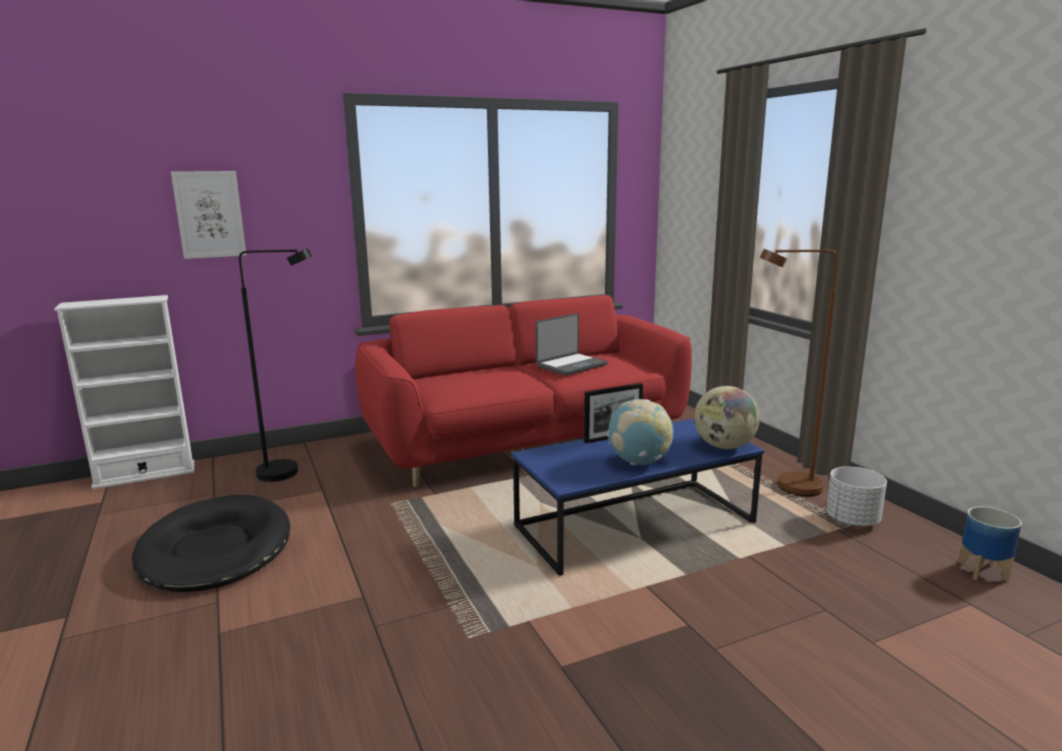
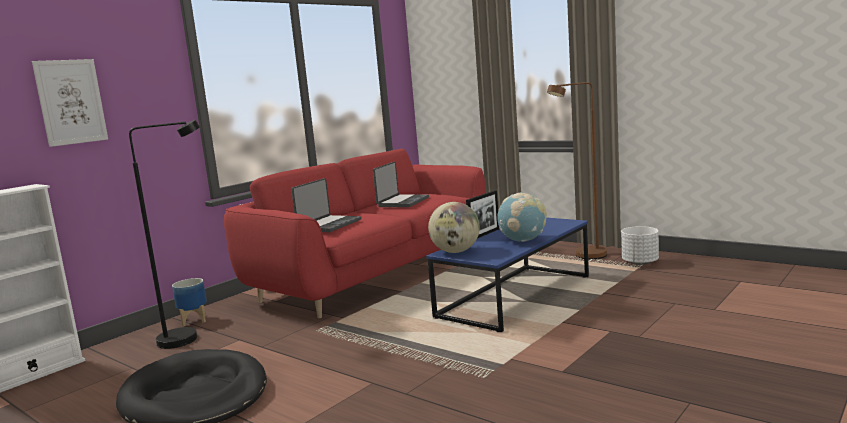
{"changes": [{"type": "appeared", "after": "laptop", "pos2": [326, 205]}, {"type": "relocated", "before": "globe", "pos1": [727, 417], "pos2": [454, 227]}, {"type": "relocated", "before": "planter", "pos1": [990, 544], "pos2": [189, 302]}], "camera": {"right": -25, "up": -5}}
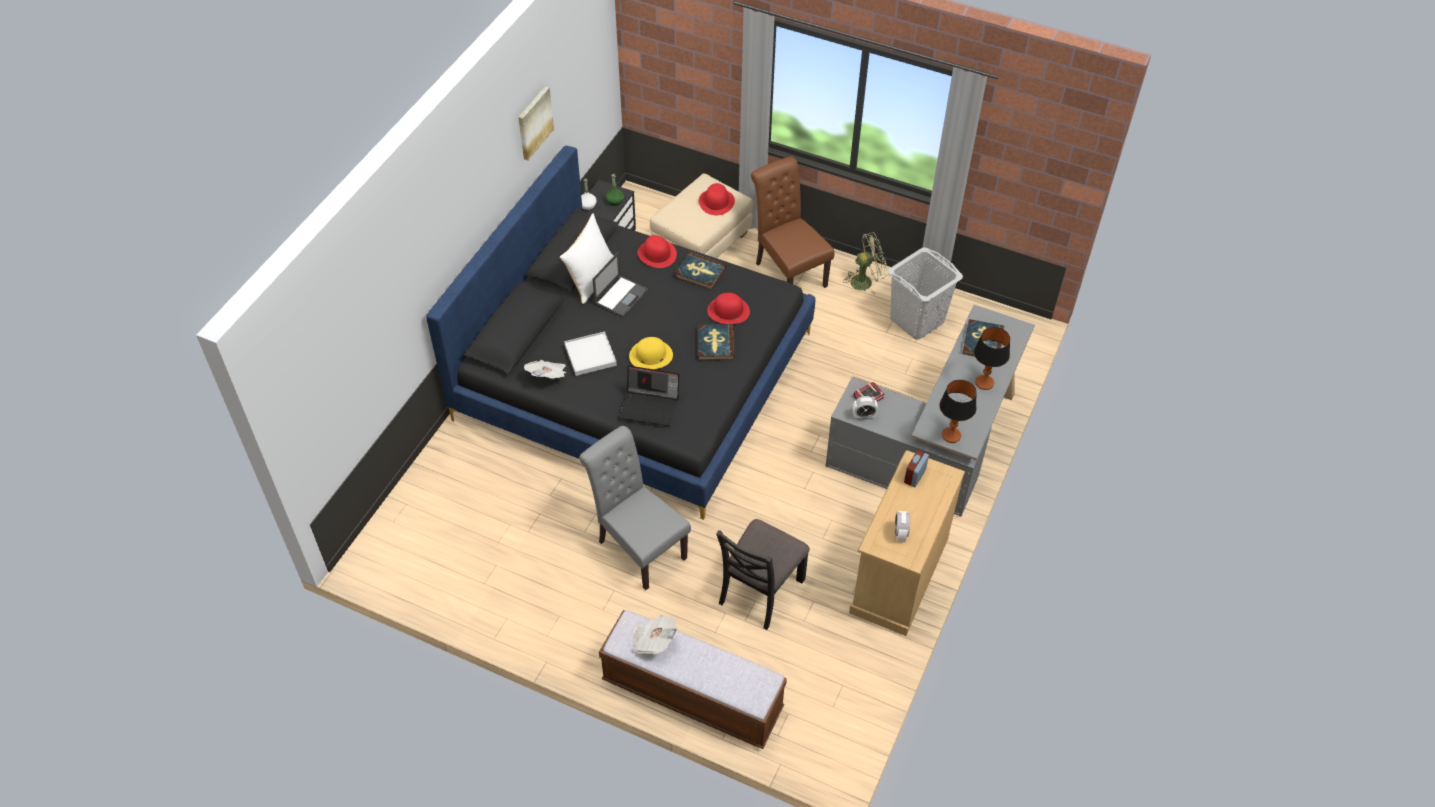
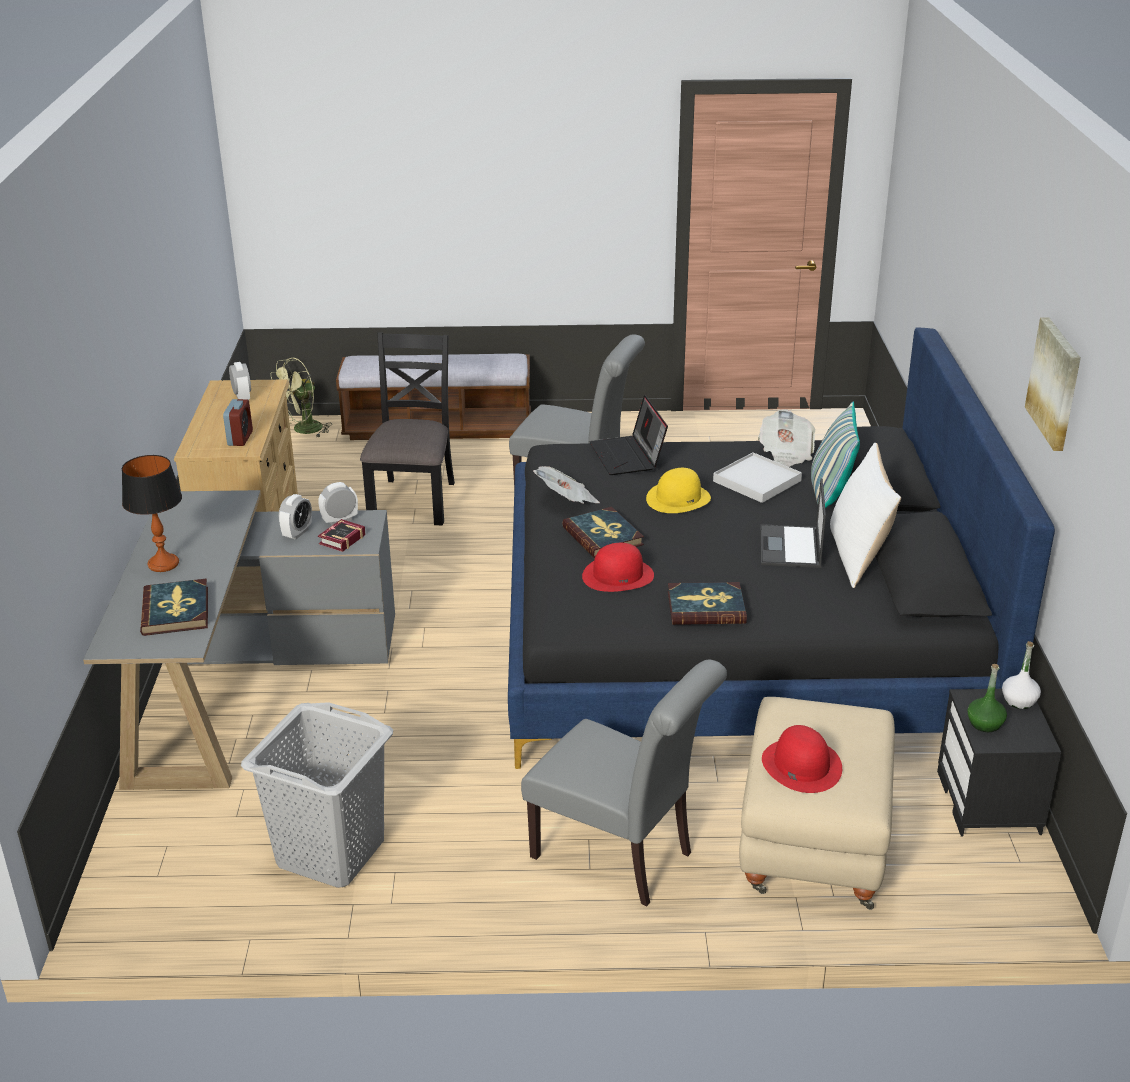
{"changes": [{"type": "missing", "before": "hat/red", "pos1": [657, 251]}, {"type": "missing", "before": "table lamp", "pos1": [958, 411]}, {"type": "appeared", "after": "alarm clock", "pos2": [295, 517]}, {"type": "appeared", "after": "pillow", "pos2": [835, 455]}, {"type": "relocated", "before": "newspaper", "pos1": [655, 634], "pos2": [566, 485]}, {"type": "relocated", "before": "fan/green", "pos1": [865, 263], "pos2": [301, 397]}, {"type": "colour", "before": "chair/brown", "after": "chair/grey", "pos1": [793, 222], "pos2": [624, 783]}, {"type": "spun", "before": "laptop", "pos1": [649, 396], "pos2": [629, 435], "turn": -90}], "camera": {"right": 155, "up": -20}}
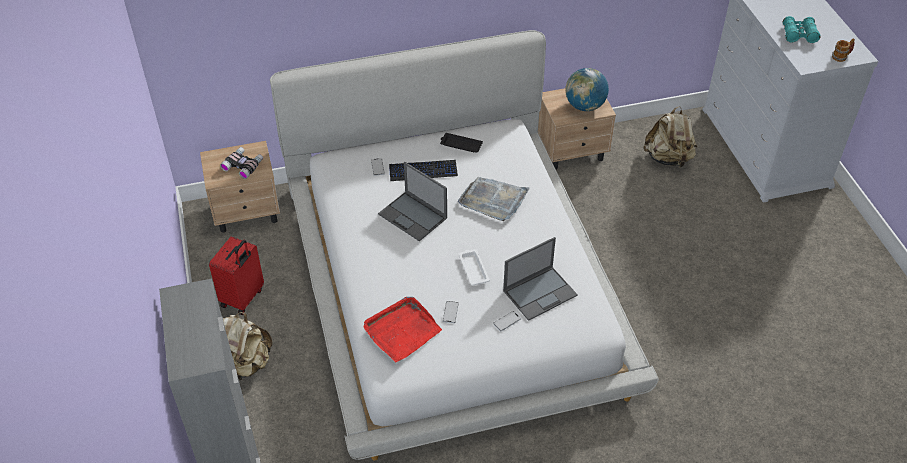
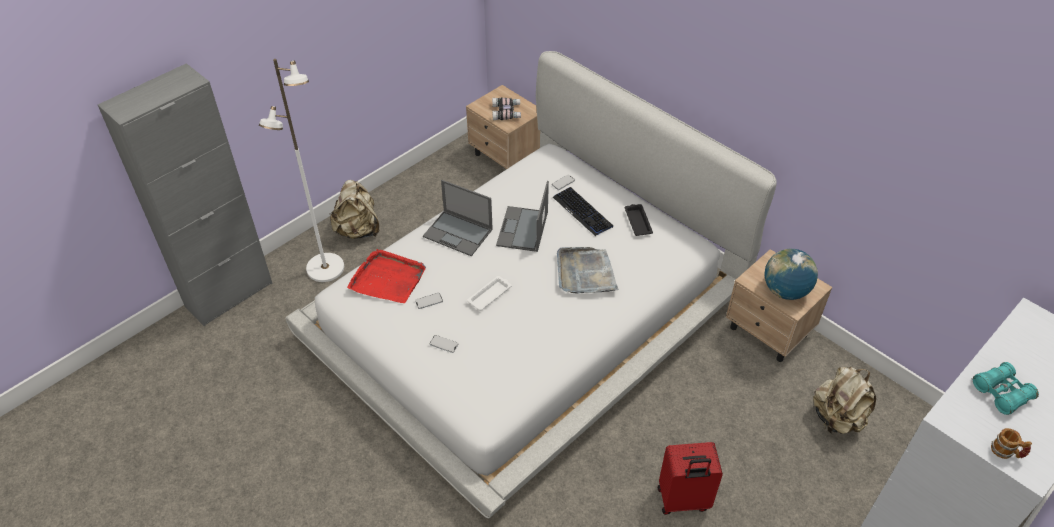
{"changes": [{"type": "appeared", "after": "floor lamp/white", "pos2": [301, 170]}, {"type": "relocated", "before": "suitcase/red", "pos1": [236, 275], "pos2": [690, 478]}, {"type": "relocated", "before": "laptop", "pos1": [540, 279], "pos2": [458, 218]}], "camera": {"right": 60, "up": 0}}
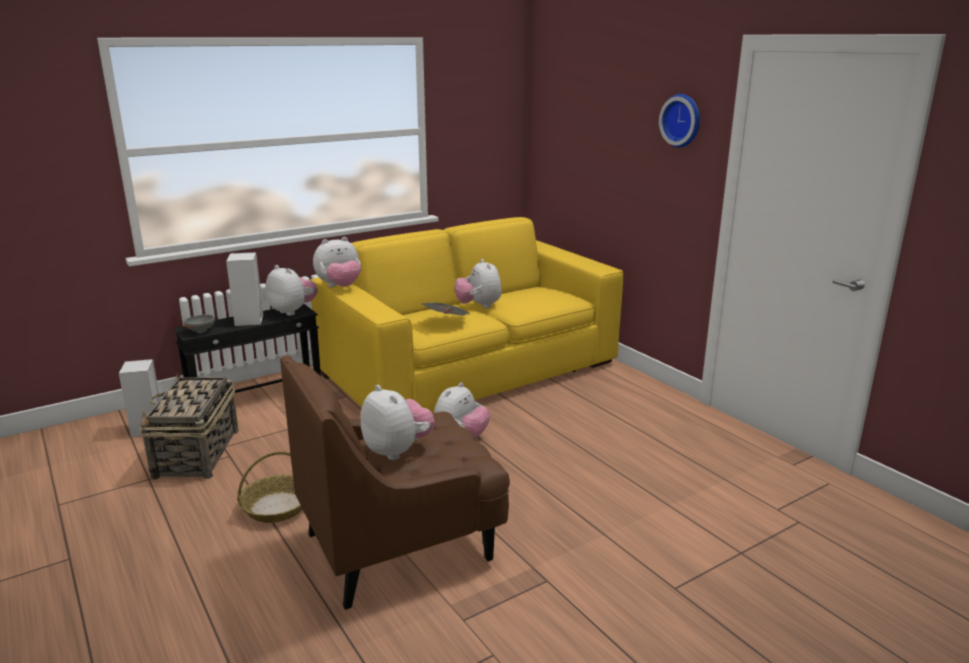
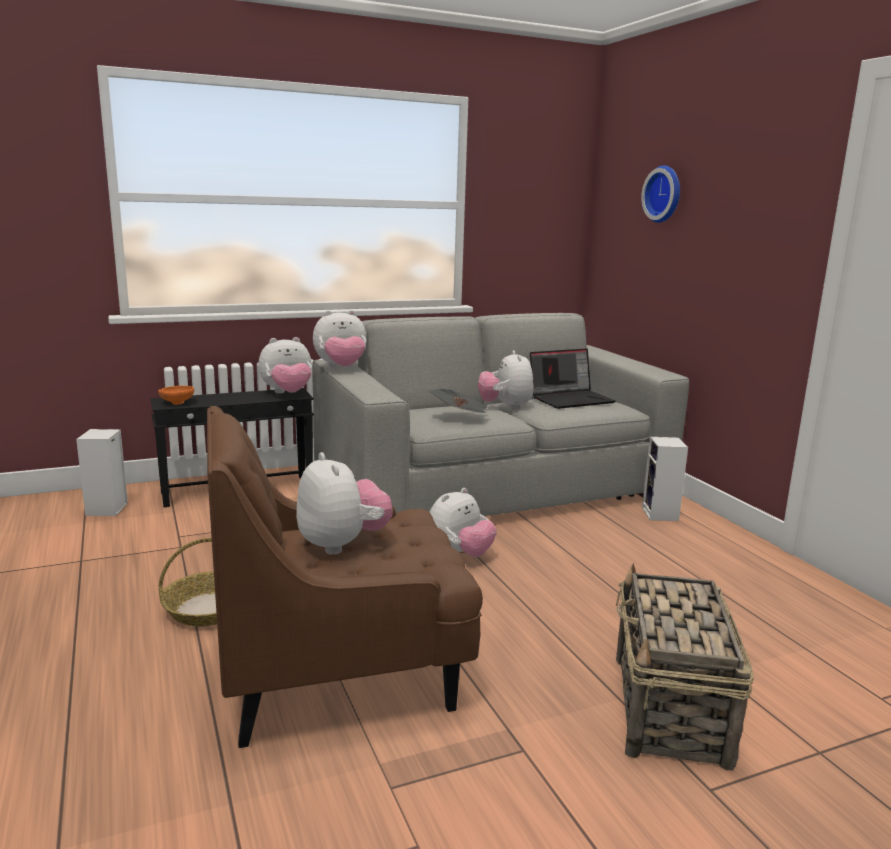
{"changes": [{"type": "appeared", "after": "laptop", "pos2": [572, 378]}, {"type": "relocated", "before": "basket", "pos1": [189, 426], "pos2": [685, 667]}, {"type": "relocated", "before": "speaker", "pos1": [244, 289], "pos2": [665, 479]}, {"type": "relocated", "before": "wall clock", "pos1": [679, 121], "pos2": [660, 194]}, {"type": "colour", "before": "bowl/grey", "after": "bowl/orange", "pos1": [199, 324], "pos2": [176, 395]}, {"type": "colour", "before": "sofa/yellow", "after": "sofa/grey", "pos1": [466, 314], "pos2": [500, 414]}, {"type": "spun", "before": "plush toy", "pos1": [292, 290], "pos2": [285, 365], "turn": 105}], "camera": {"right": 10, "up": -5}}
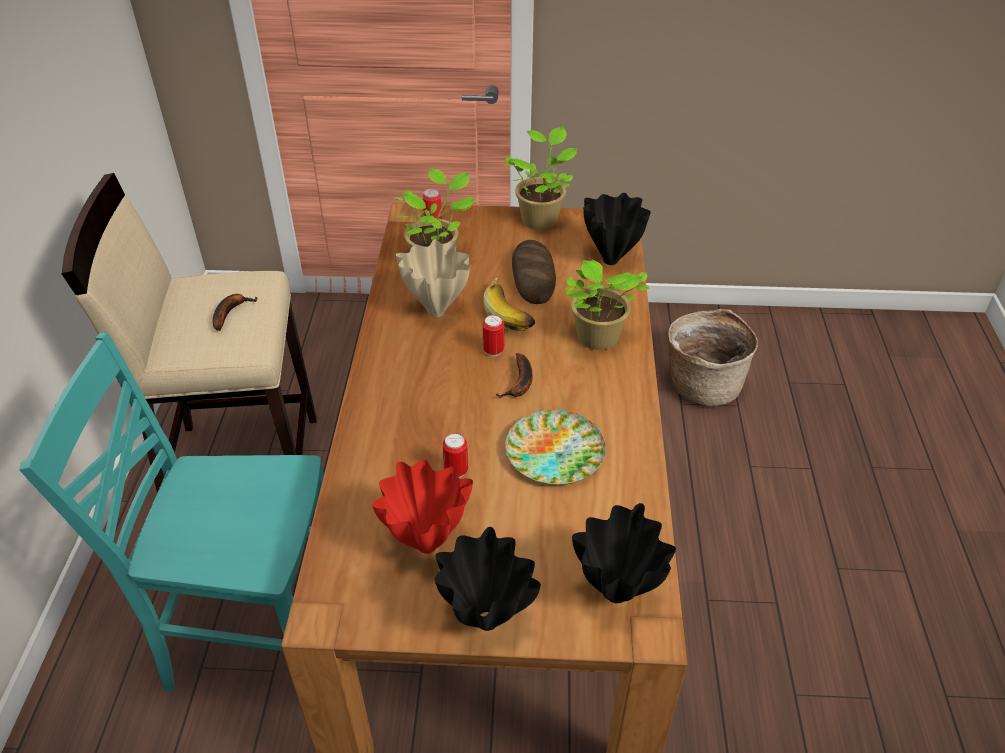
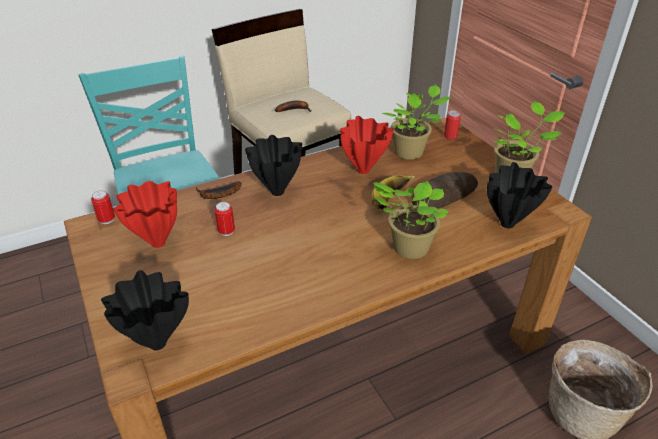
{"changes": [{"type": "missing", "before": "plate", "pos1": [555, 447]}, {"type": "relocated", "before": "vase/black", "pos1": [487, 579], "pos2": [273, 165]}, {"type": "relocated", "before": "can", "pos1": [493, 335], "pos2": [103, 207]}, {"type": "relocated", "before": "banana", "pos1": [514, 375], "pos2": [219, 190]}, {"type": "colour", "before": "vase/beige", "after": "vase/red", "pos1": [433, 278], "pos2": [367, 145]}], "camera": {"right": 60, "up": -5}}
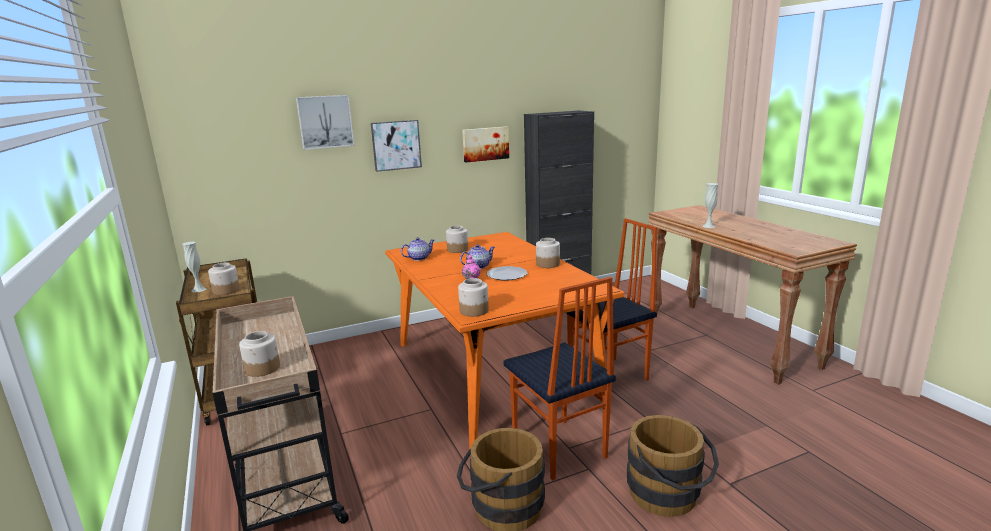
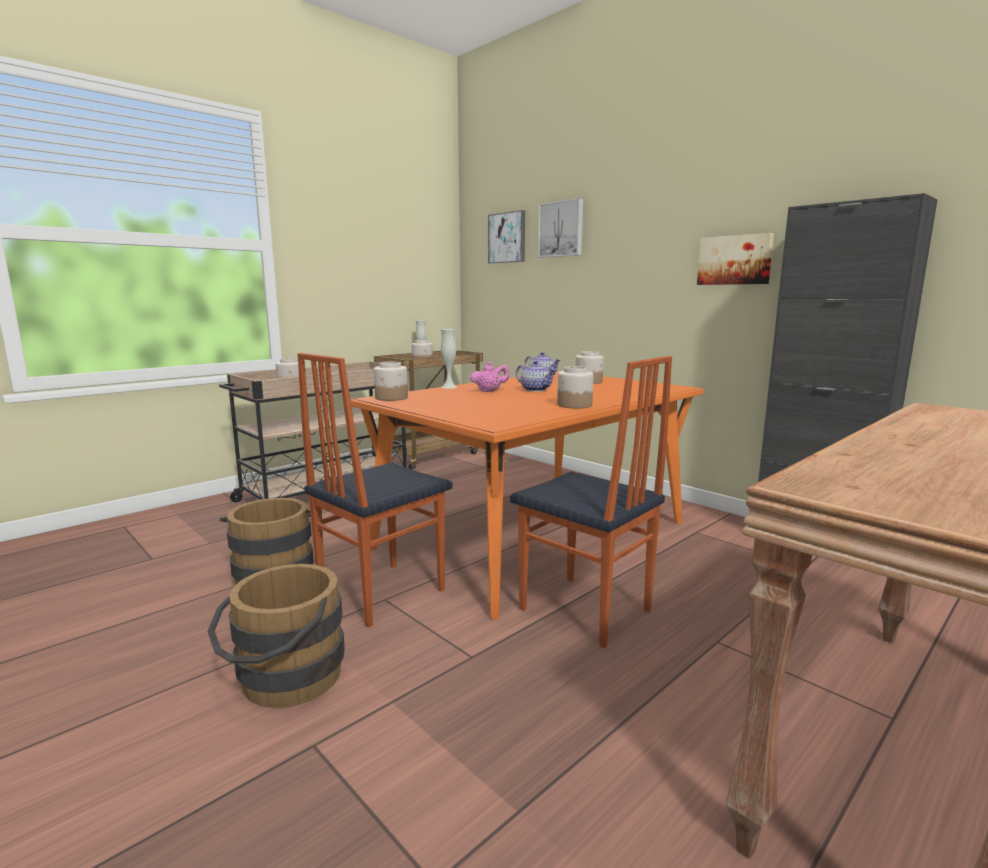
{"changes": [{"type": "missing", "before": "plate", "pos1": [507, 273]}, {"type": "relocated", "before": "picture", "pos1": [396, 146], "pos2": [506, 237]}, {"type": "relocated", "before": "vase/white", "pos1": [710, 205], "pos2": [449, 359]}], "camera": {"right": 70, "up": -5}}
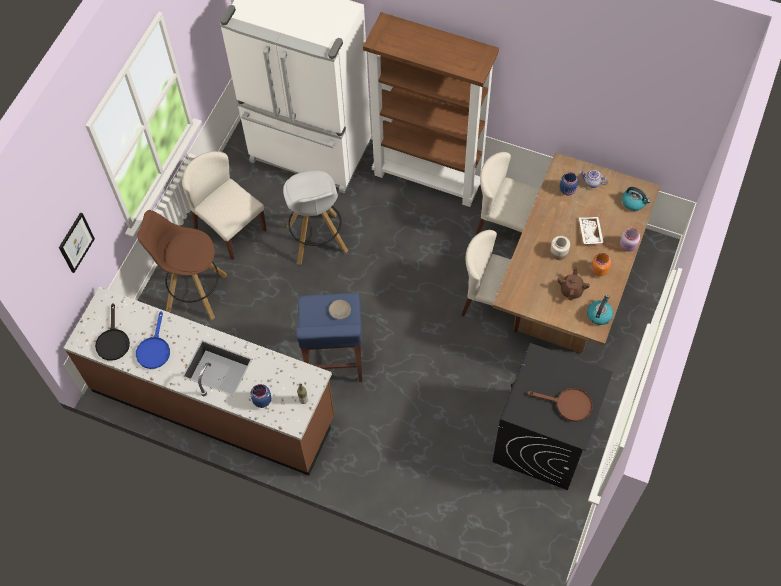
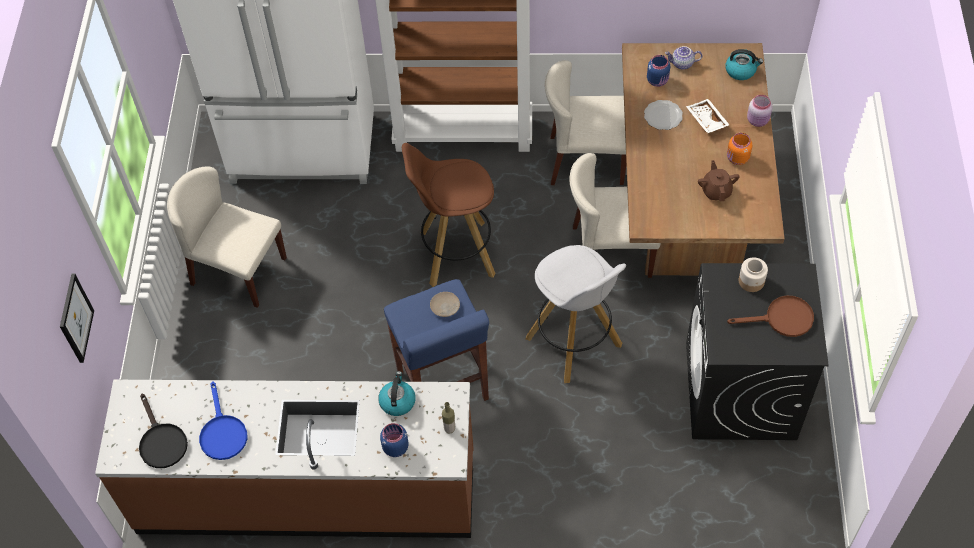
{"changes": [{"type": "appeared", "after": "plate", "pos2": [663, 115]}, {"type": "relocated", "before": "stool/brown", "pos1": [182, 265], "pos2": [448, 215]}, {"type": "relocated", "before": "stool/white", "pos1": [315, 217], "pos2": [575, 314]}, {"type": "relocated", "before": "jar", "pos1": [560, 248], "pos2": [753, 274]}, {"type": "relocated", "before": "kettle", "pos1": [600, 310], "pos2": [397, 393]}], "camera": {"right": -20, "up": -5}}
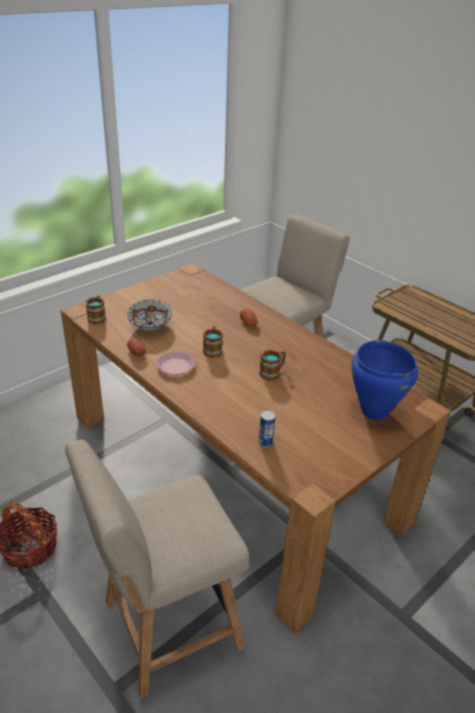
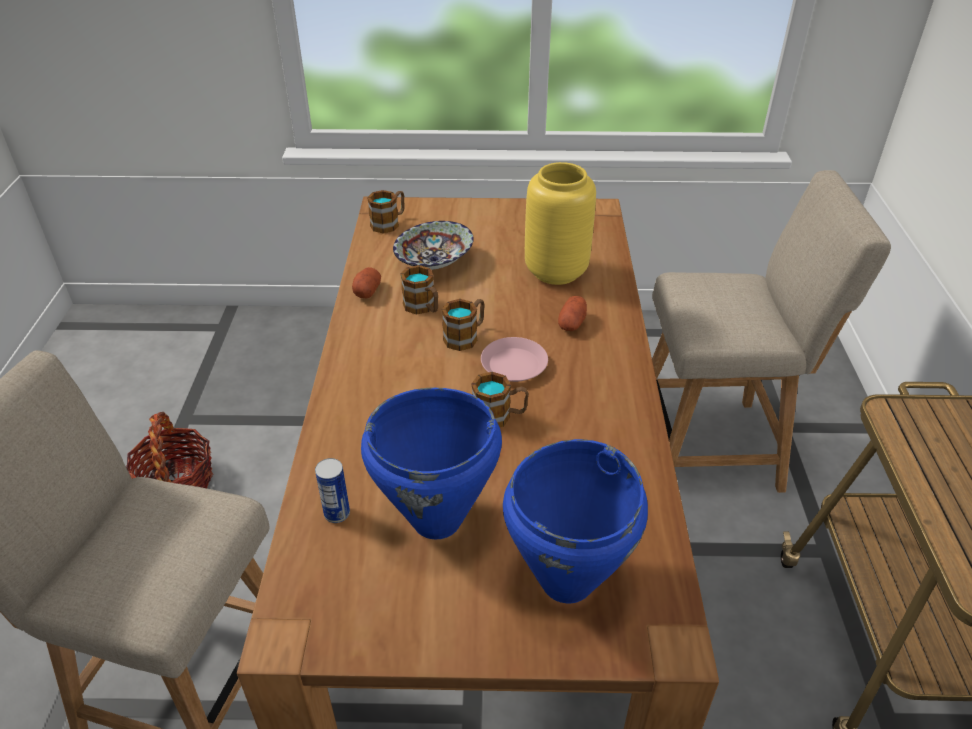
{"changes": [{"type": "appeared", "after": "cooking pot/blue", "pos2": [431, 463]}, {"type": "appeared", "after": "mug", "pos2": [419, 290]}, {"type": "appeared", "after": "vase/yellow", "pos2": [560, 223]}, {"type": "relocated", "before": "plate/pink", "pos1": [175, 363], "pos2": [514, 359]}], "camera": {"right": 45, "up": 5}}
